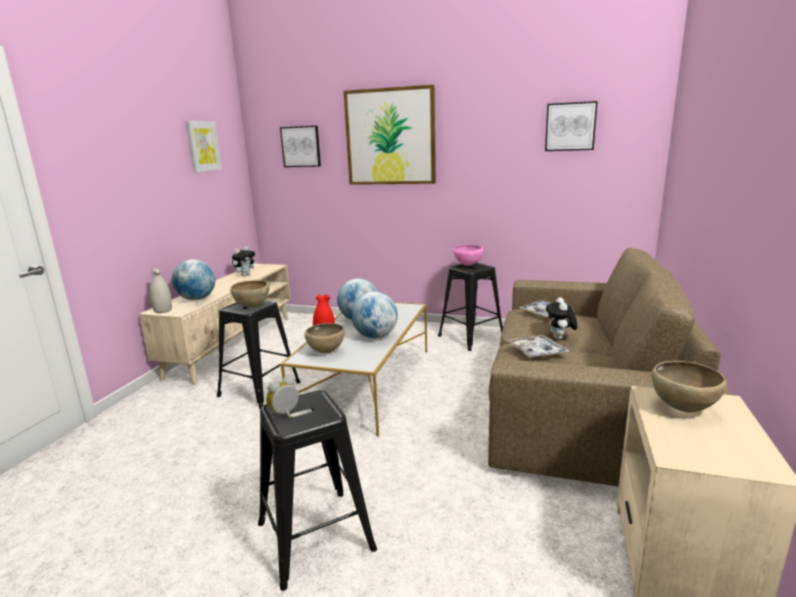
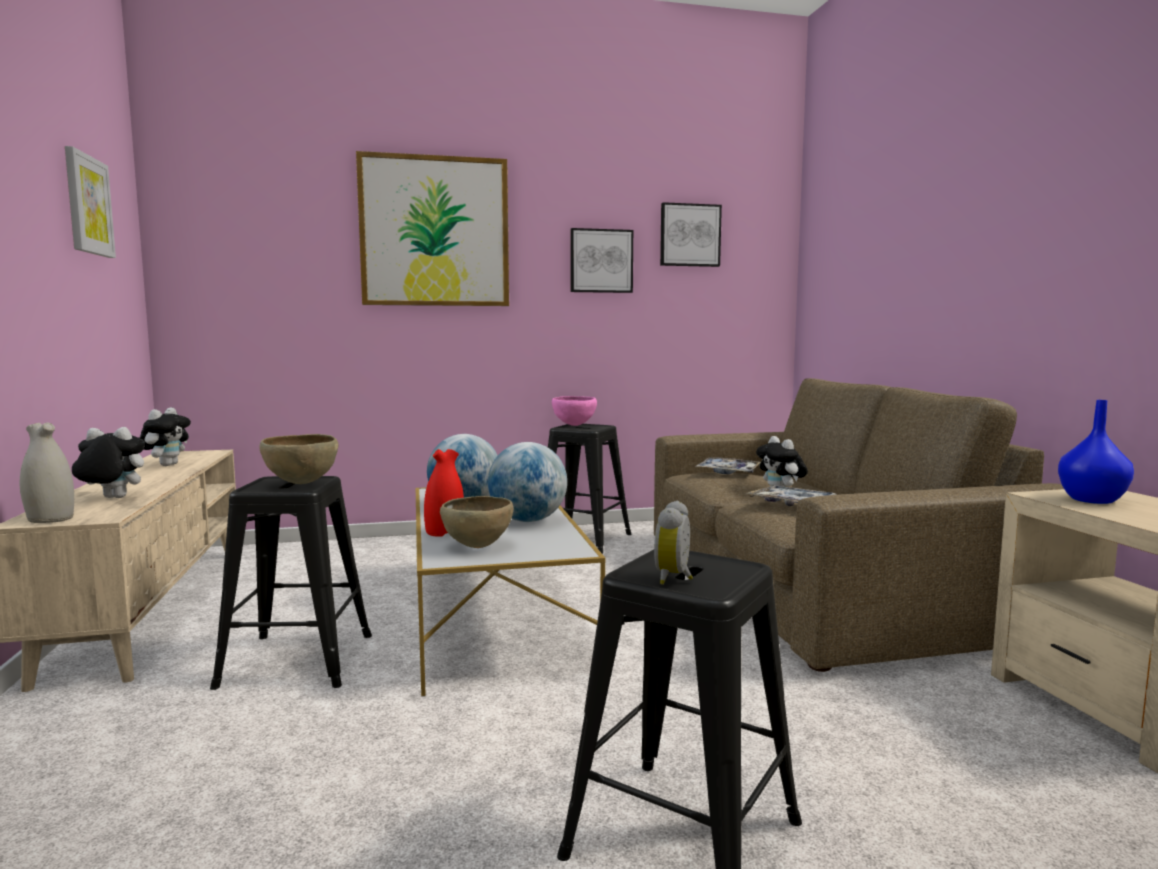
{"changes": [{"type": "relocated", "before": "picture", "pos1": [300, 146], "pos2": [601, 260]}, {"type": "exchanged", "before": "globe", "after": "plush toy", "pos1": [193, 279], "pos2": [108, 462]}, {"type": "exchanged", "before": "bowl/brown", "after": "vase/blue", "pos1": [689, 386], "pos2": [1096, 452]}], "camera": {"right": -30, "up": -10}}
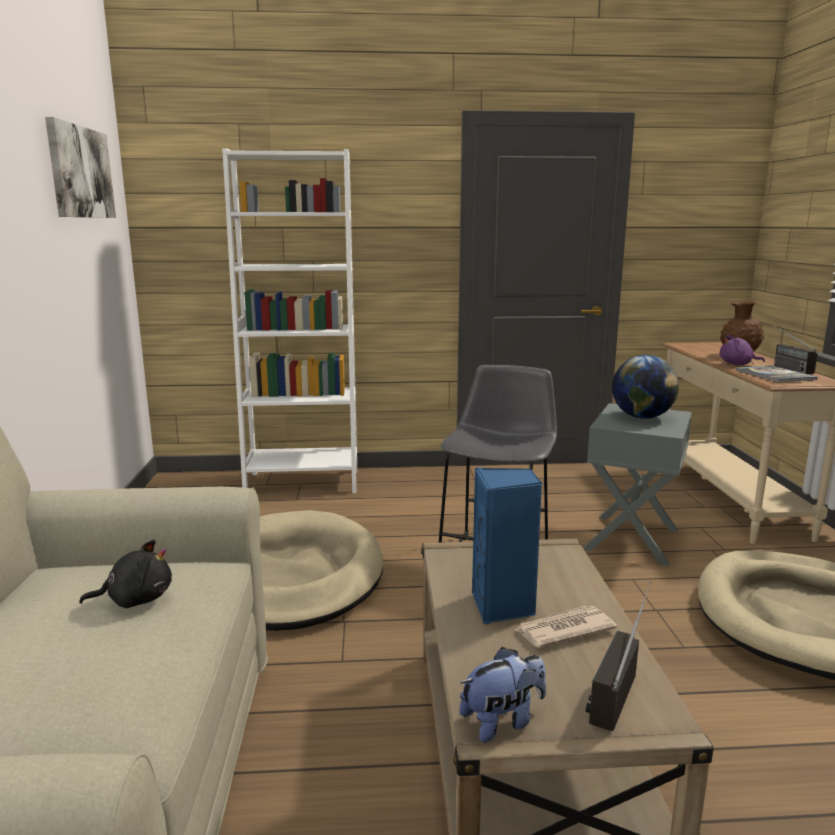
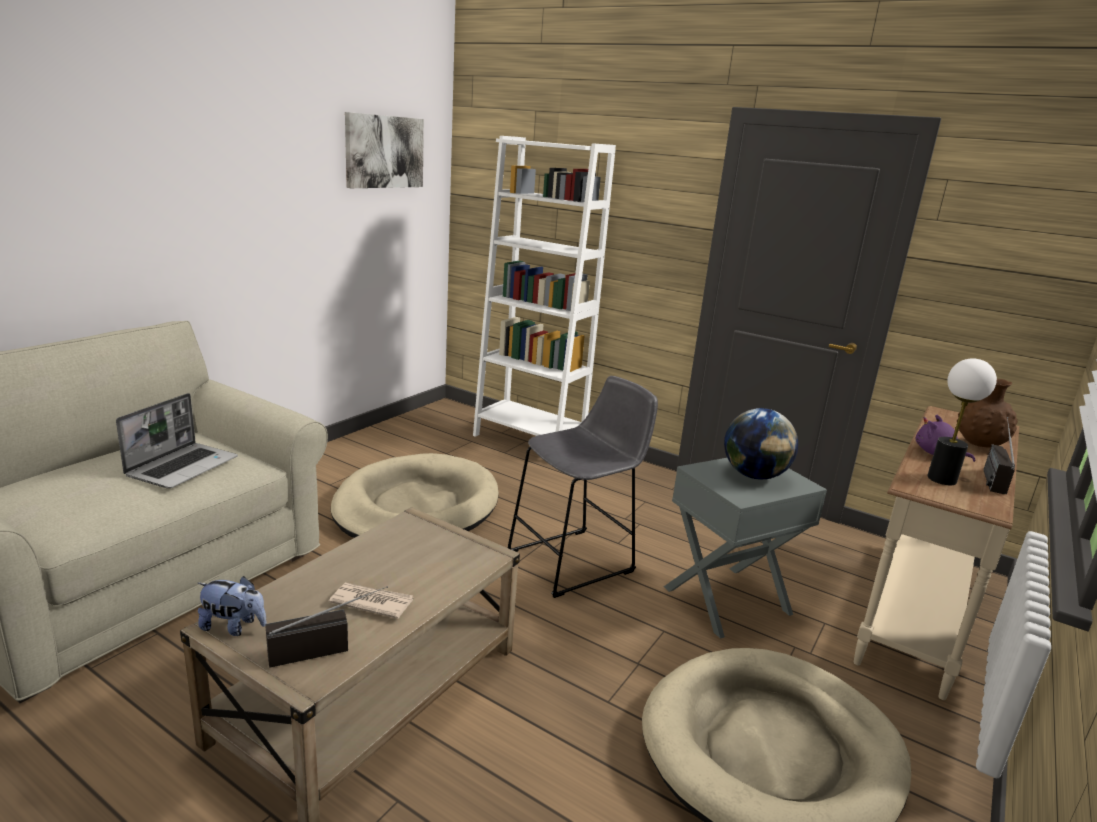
{"changes": [{"type": "missing", "before": "speaker/blue", "pos1": [507, 545]}, {"type": "exchanged", "before": "plush toy/black", "after": "laptop", "pos1": [125, 574], "pos2": [177, 440]}, {"type": "exchanged", "before": "book", "after": "table lamp", "pos1": [776, 373], "pos2": [962, 421]}], "camera": {"right": 35, "up": 5}}
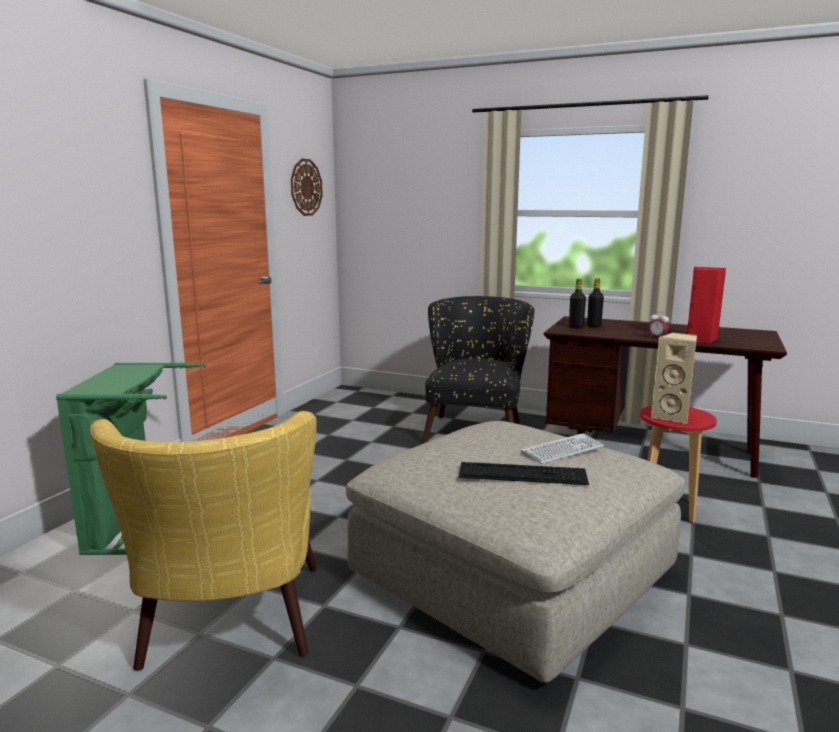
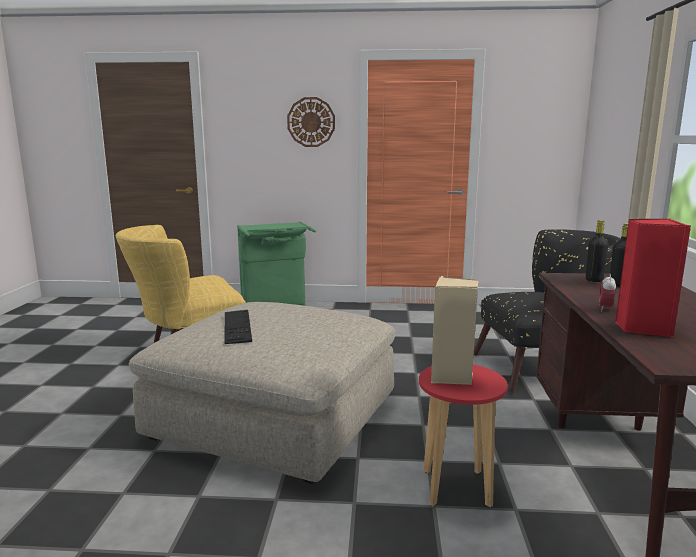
{"changes": [{"type": "missing", "before": "keyboard", "pos1": [562, 448]}, {"type": "relocated", "before": "wall clock", "pos1": [307, 187], "pos2": [311, 122]}], "camera": {"right": 70, "up": 0}}
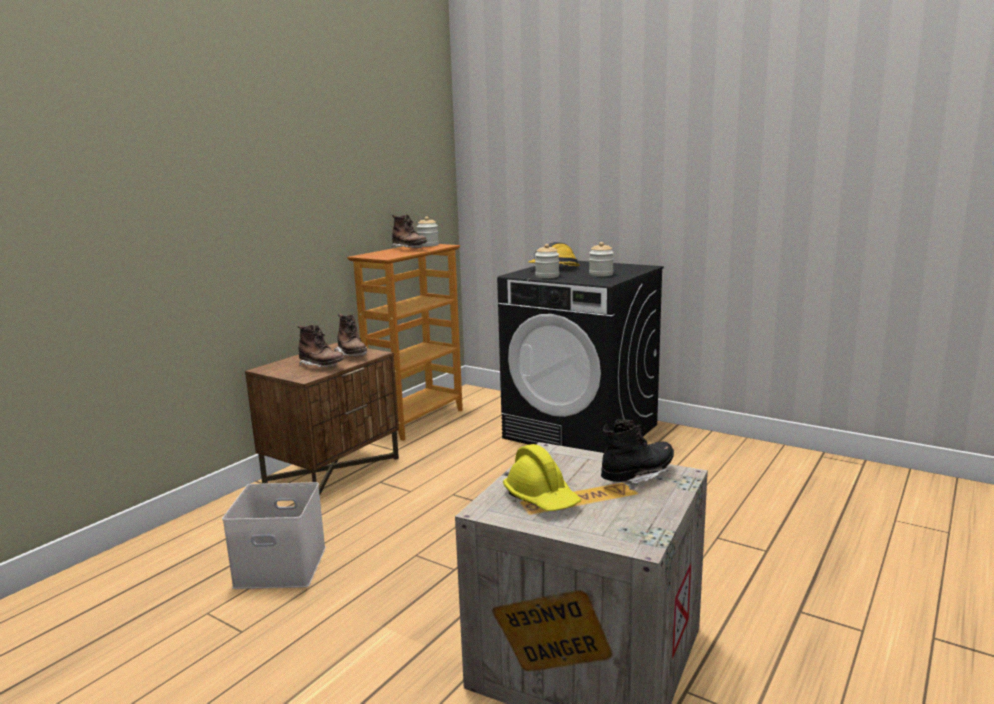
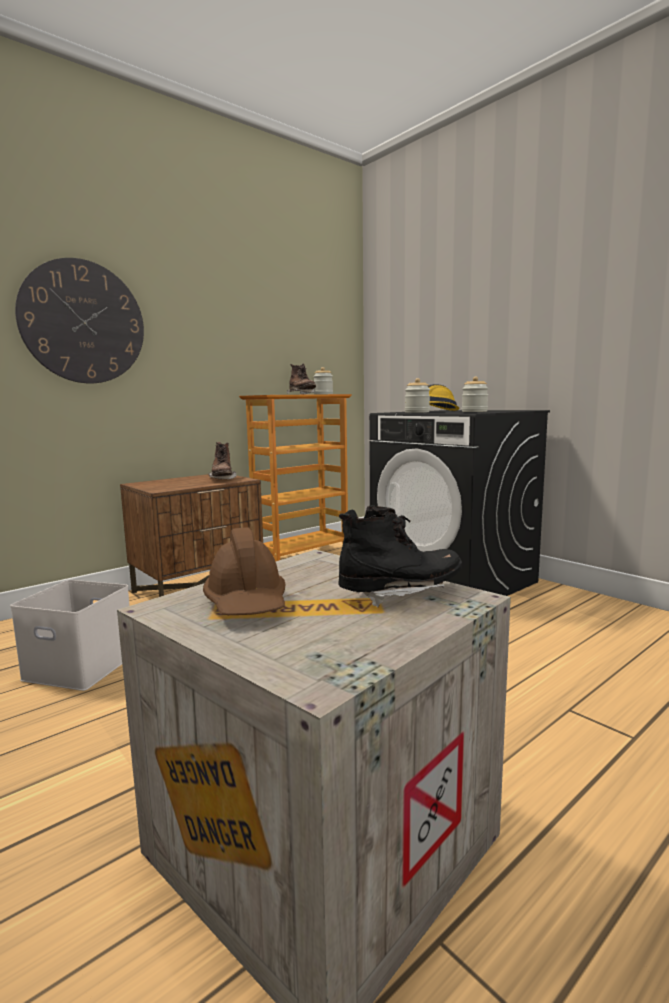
{"changes": [{"type": "missing", "before": "boot/brown", "pos1": [321, 346]}, {"type": "appeared", "after": "wall clock", "pos2": [79, 320]}, {"type": "colour", "before": "hard hat/yellow", "after": "hard hat/brown", "pos1": [542, 477], "pos2": [244, 571]}], "camera": {"right": 15, "up": -5}}
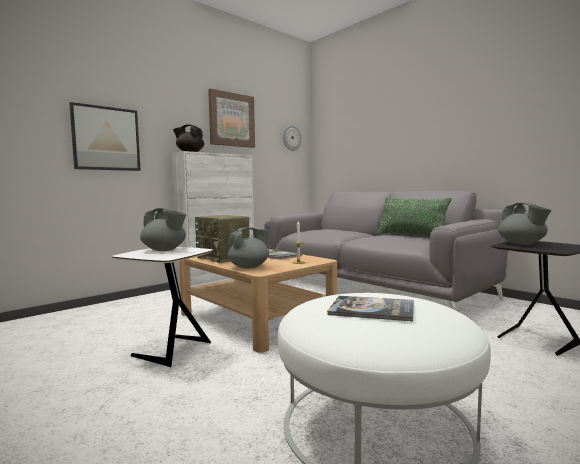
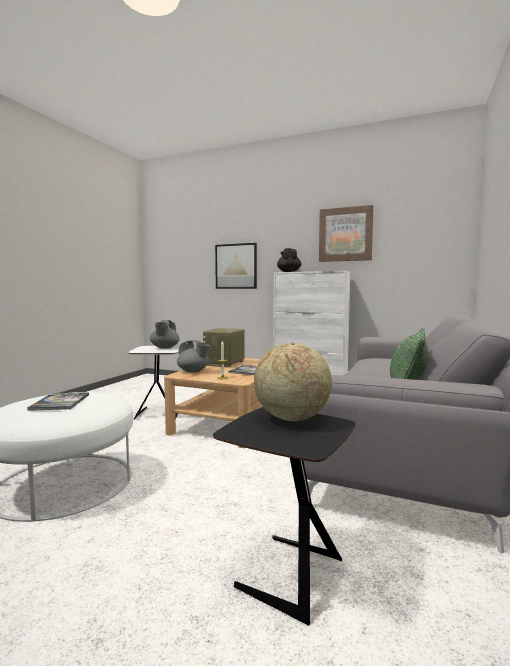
{"changes": [{"type": "missing", "before": "wall clock", "pos1": [292, 138]}, {"type": "exchanged", "before": "teapot/grey", "after": "globe", "pos1": [524, 223], "pos2": [293, 382]}], "camera": {"right": 65, "up": 0}}
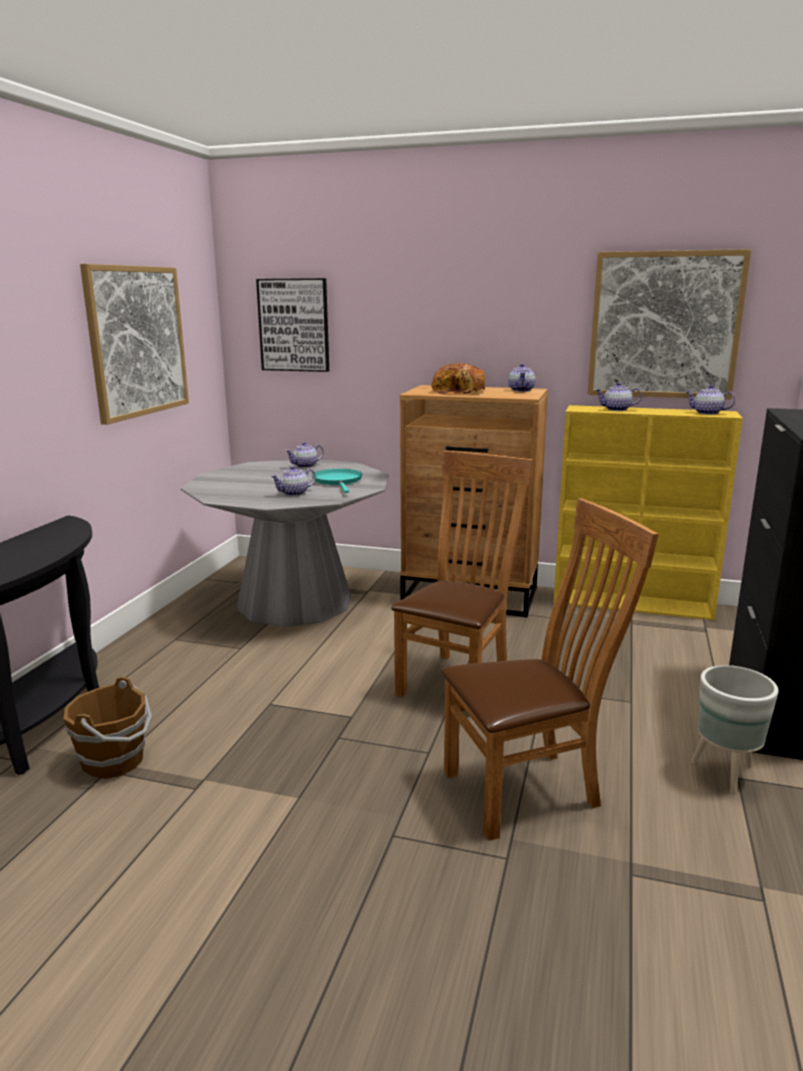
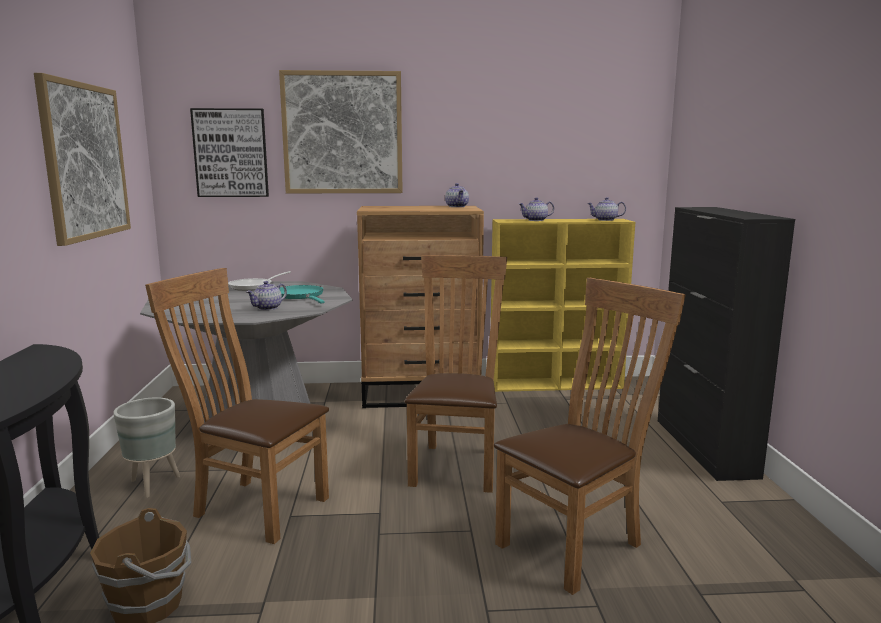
{"changes": [{"type": "missing", "before": "bread", "pos1": [458, 379]}, {"type": "appeared", "after": "chair/brown", "pos2": [237, 406]}, {"type": "relocated", "before": "picture", "pos1": [669, 324], "pos2": [341, 131]}, {"type": "relocated", "before": "planter/grey", "pos1": [735, 730], "pos2": [146, 447]}, {"type": "exchanged", "before": "teapot", "after": "frying pan", "pos1": [305, 455], "pos2": [259, 281]}], "camera": {"right": -20, "up": -5}}
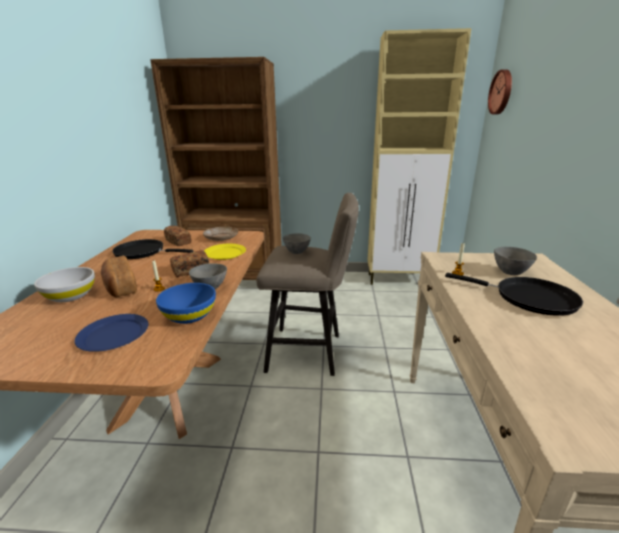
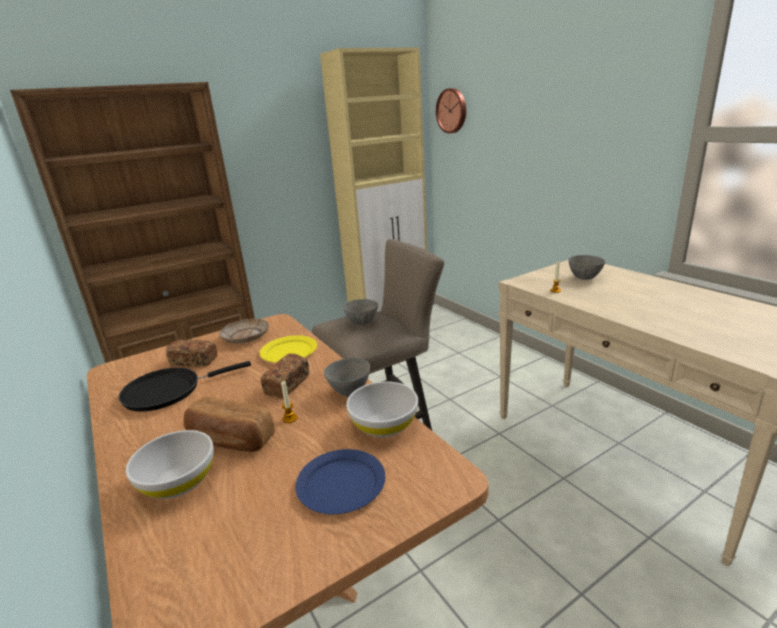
{"changes": [{"type": "missing", "before": "frying pan/black", "pos1": [514, 294]}, {"type": "colour", "before": "bowl/blue", "after": "bowl/white", "pos1": [186, 303], "pos2": [382, 409]}], "camera": {"right": -35, "up": 0}}
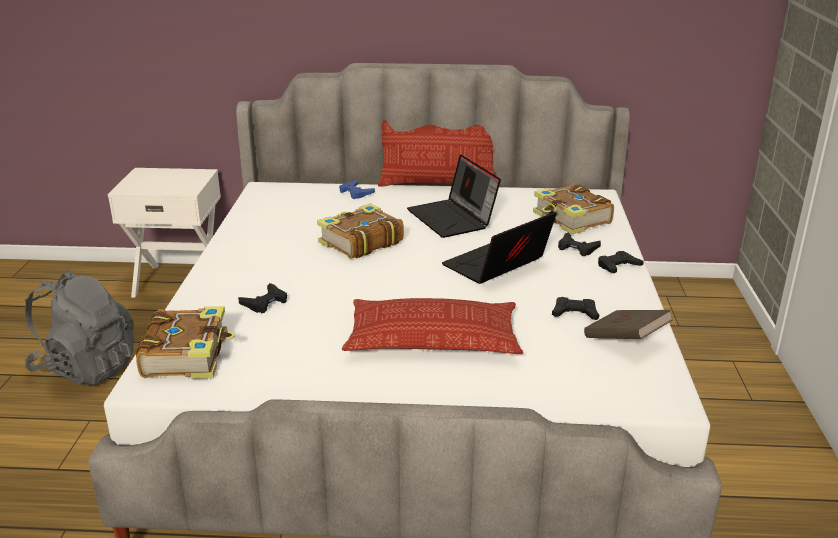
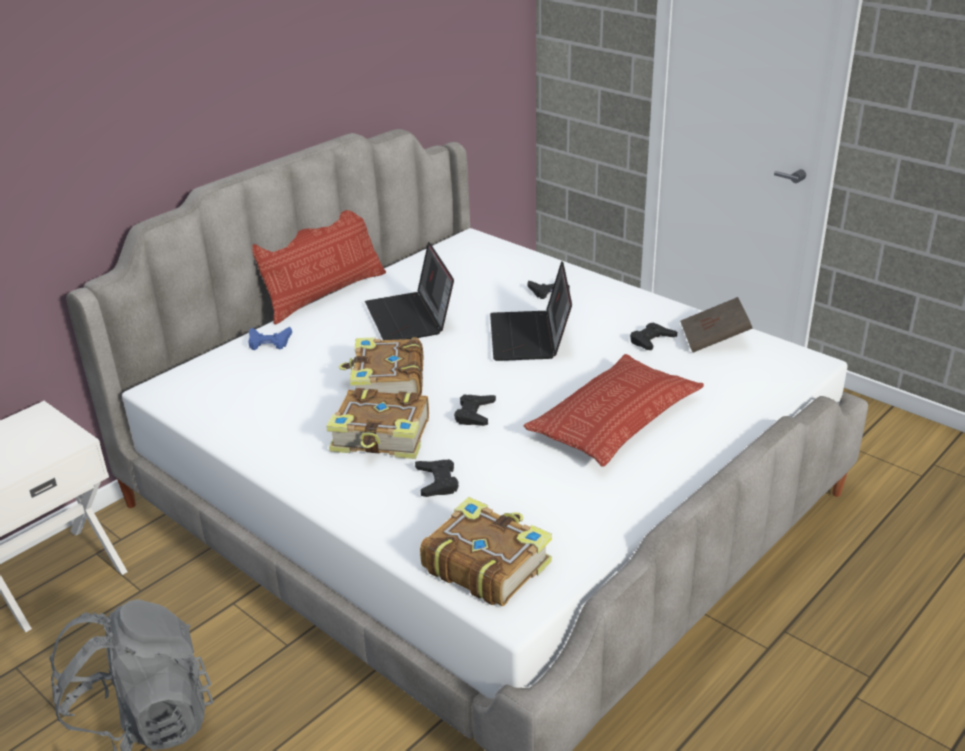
{"changes": [{"type": "relocated", "before": "book", "pos1": [573, 209], "pos2": [377, 423]}, {"type": "relocated", "before": "game controller/black", "pos1": [621, 262], "pos2": [475, 410]}, {"type": "spun", "before": "laptop", "pos1": [454, 196], "pos2": [409, 291], "turn": 60}], "camera": {"right": -50, "up": 5}}
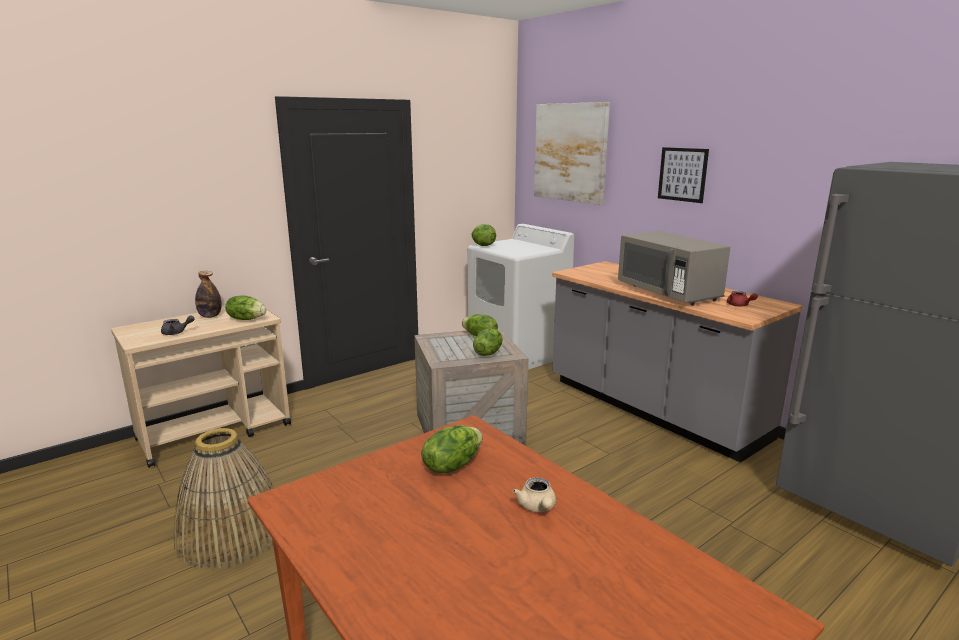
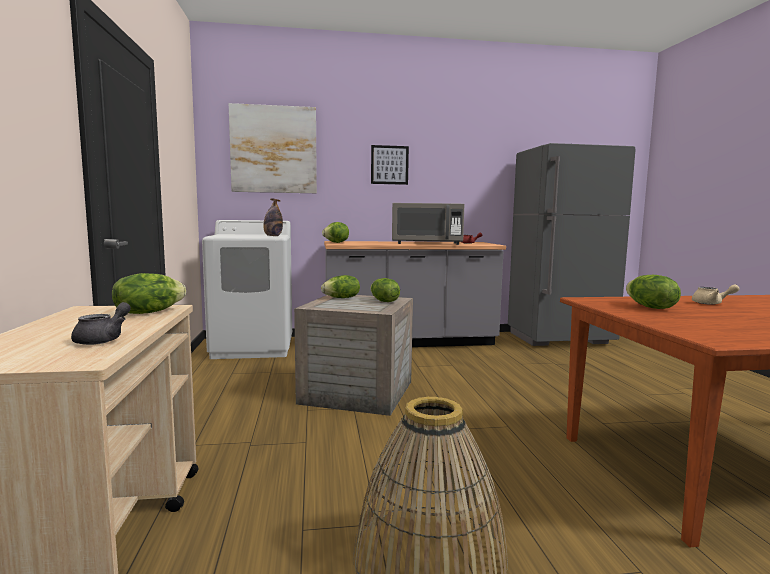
{"changes": [{"type": "relocated", "before": "bottle", "pos1": [208, 294], "pos2": [273, 217]}, {"type": "relocated", "before": "lettuce", "pos1": [484, 235], "pos2": [335, 232]}], "camera": {"right": -60, "up": -10}}
